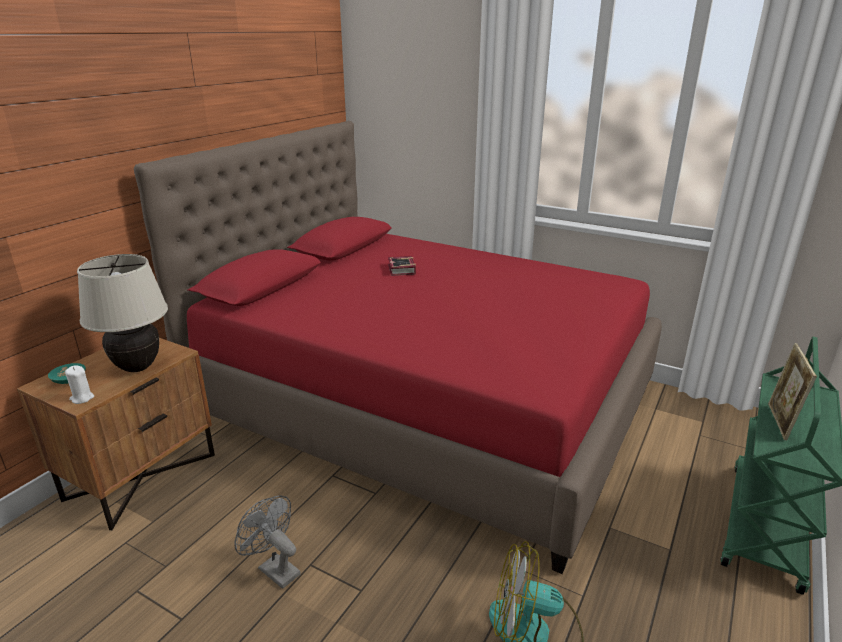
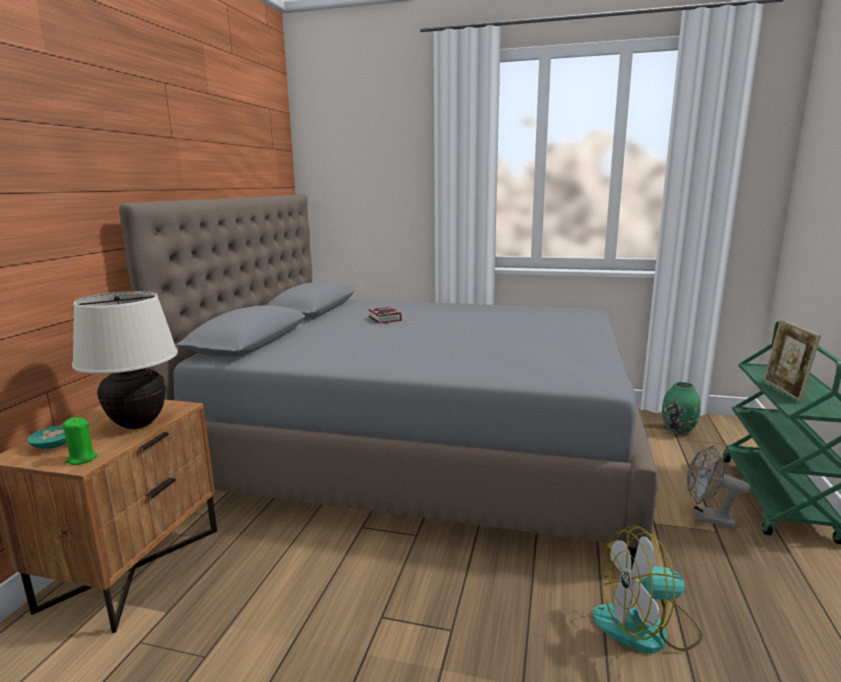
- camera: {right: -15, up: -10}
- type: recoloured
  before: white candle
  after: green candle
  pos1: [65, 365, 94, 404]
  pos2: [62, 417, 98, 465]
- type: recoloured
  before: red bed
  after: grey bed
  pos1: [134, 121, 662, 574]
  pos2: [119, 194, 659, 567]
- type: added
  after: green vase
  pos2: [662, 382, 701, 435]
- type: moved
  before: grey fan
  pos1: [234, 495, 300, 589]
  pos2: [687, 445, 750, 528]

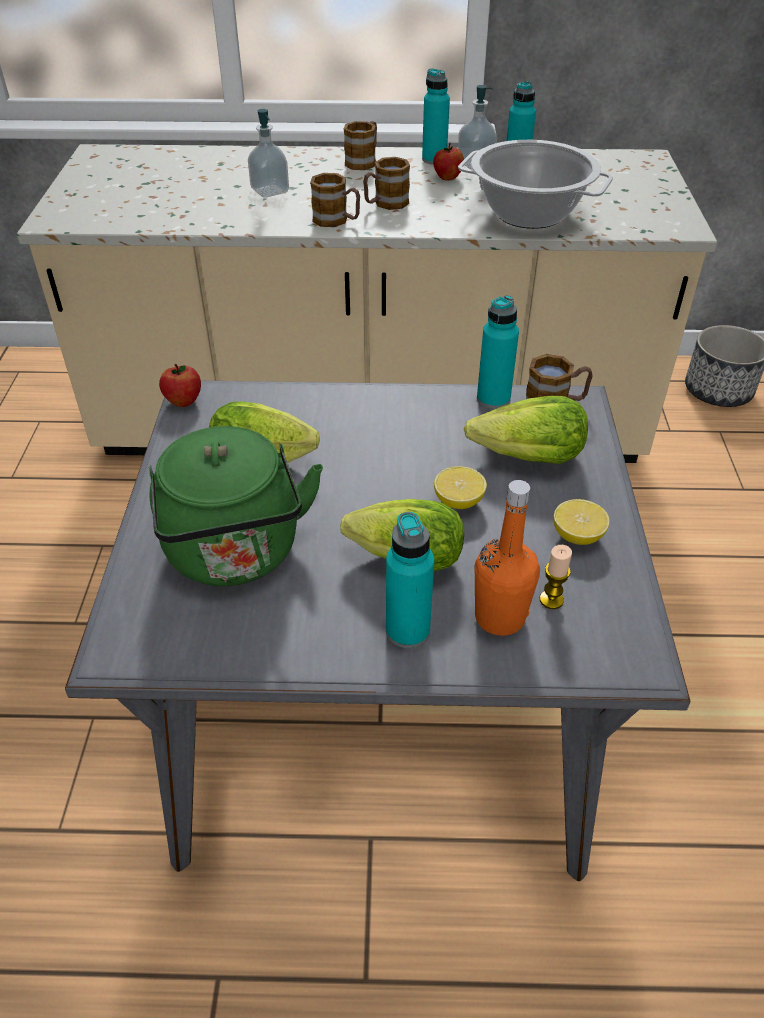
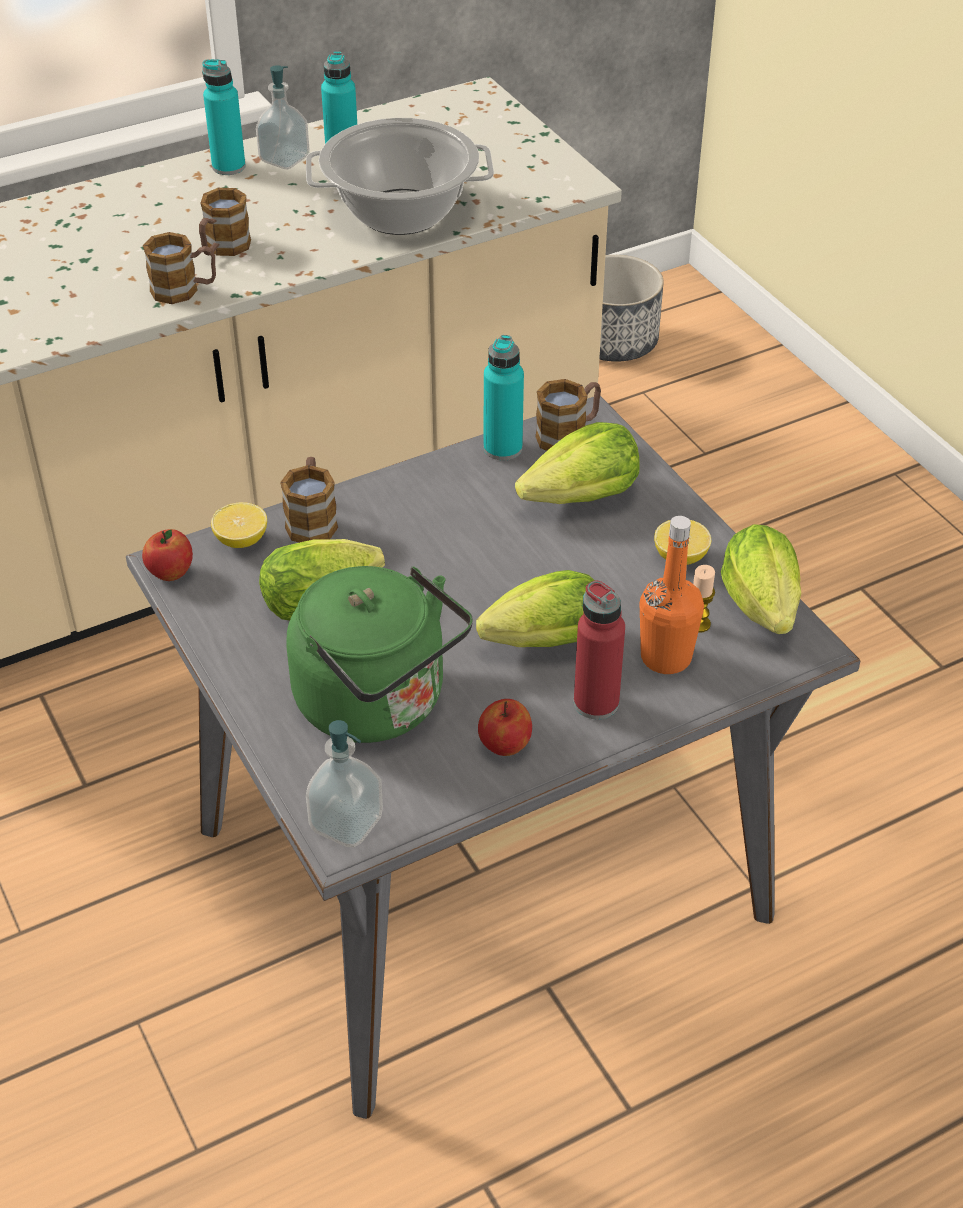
- camera: {right: -30, up: 0}
- type: moved
  before: lemon
  pos1: [434, 466, 487, 509]
  pos2: [211, 502, 267, 548]
- type: moved
  before: mug
  pos1: [344, 121, 377, 170]
  pos2: [280, 457, 338, 543]
- type: moved
  before: soap dispenser
  pos1: [248, 109, 289, 197]
  pos2: [306, 720, 383, 847]
- type: moved
  before: apple
  pos1: [433, 143, 464, 181]
  pos2: [478, 699, 532, 756]
- type: recoloured
  before: turquoise bottle
  after: red bottle
  pos1: [386, 512, 434, 648]
  pos2: [574, 580, 625, 720]
- type: added
  after: lettuce
  pos2: [721, 524, 802, 634]

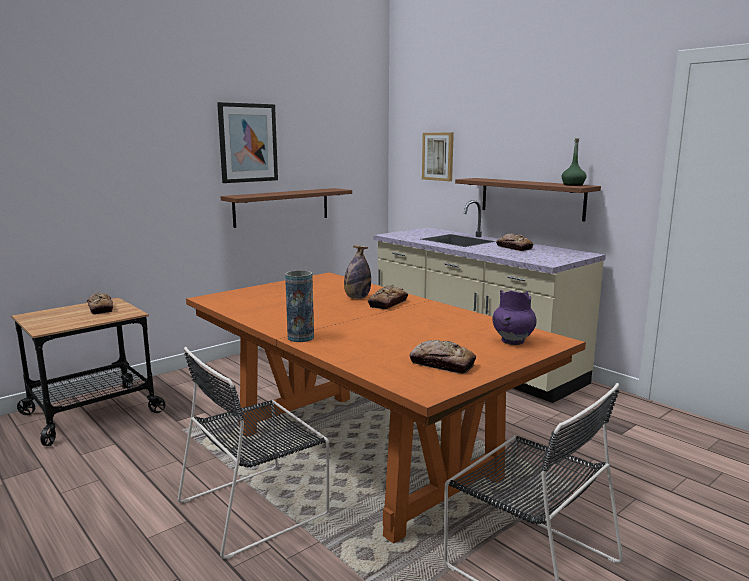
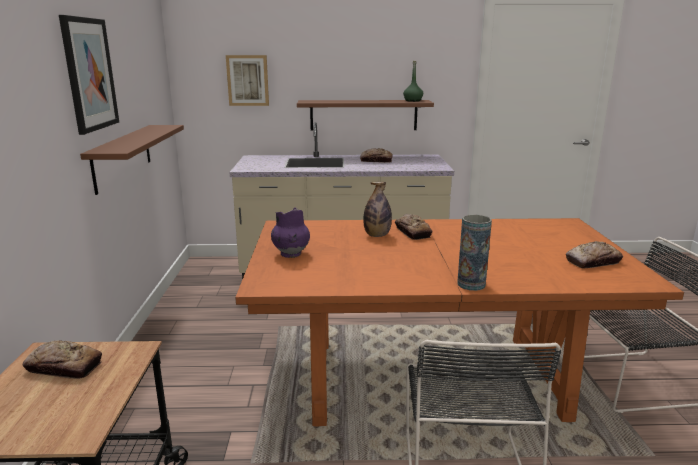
- camera: {right: -50, up: 5}
- type: moved
  before: purple vase
  pos1: [492, 290, 536, 345]
  pos2: [271, 208, 310, 258]

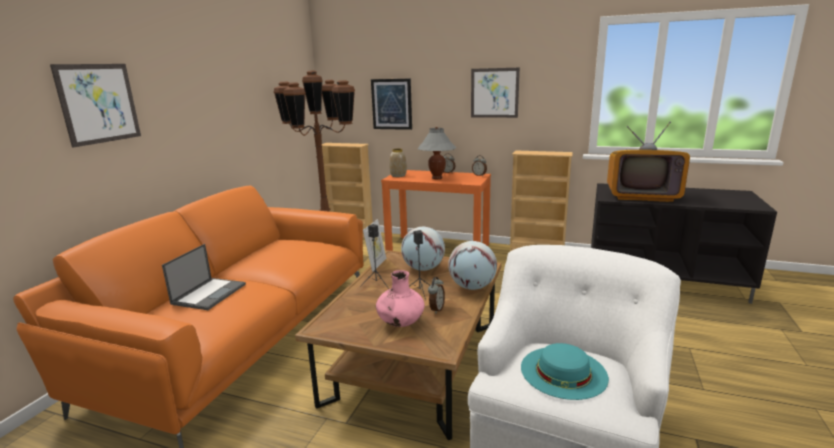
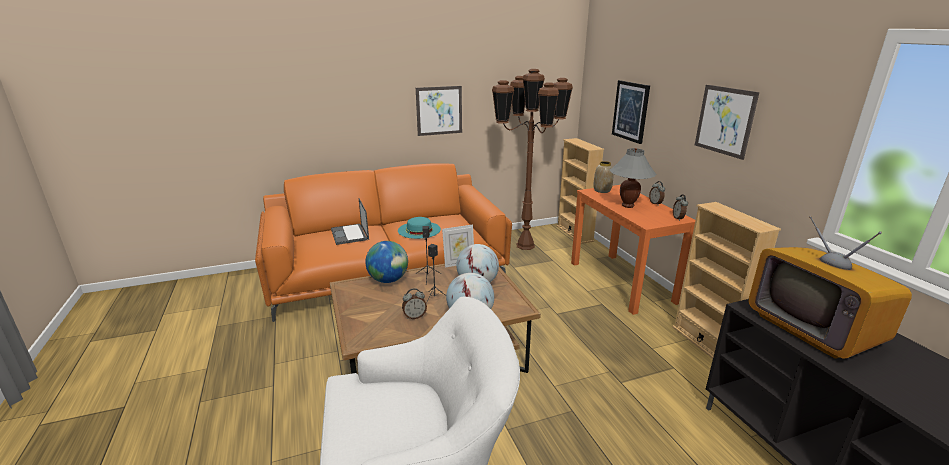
- camera: {right: 50, up: 5}
- type: turned
  before: laptop
  pos1: [162, 244, 246, 310]
  pos2: [331, 199, 369, 245]
  turn: 90
- type: added
  after: globe
  pos2: [365, 241, 408, 283]
- type: moved
  before: turquoise hat
  pos1: [521, 343, 609, 400]
  pos2: [398, 217, 441, 239]
- type: moved
  before: picture
  pos1: [50, 64, 141, 147]
  pos2: [416, 86, 462, 136]
- type: removed
  before: pink vase
  pos1: [376, 270, 425, 327]

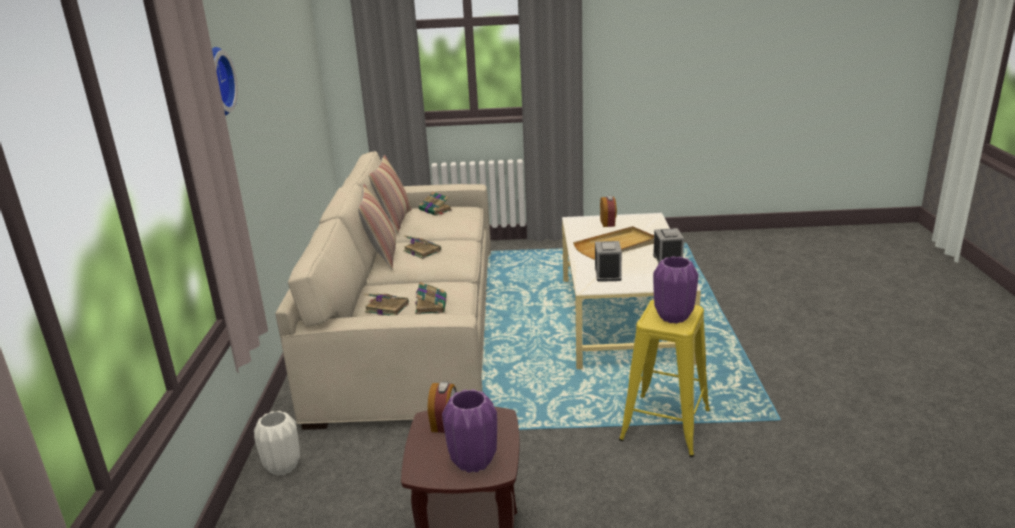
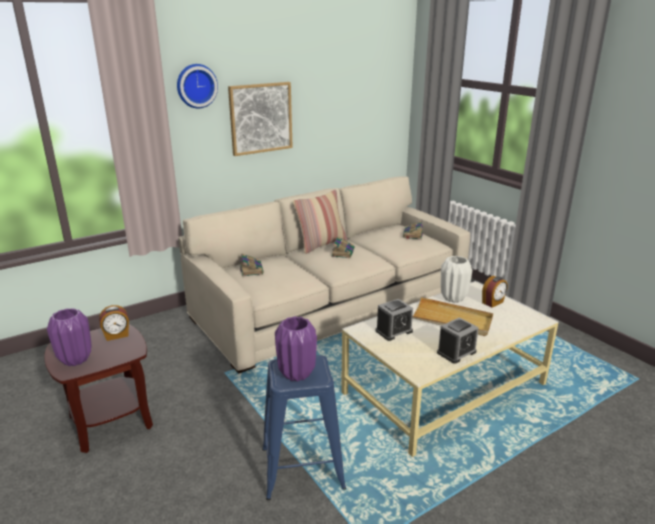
- camera: {right: 55, up: 0}
- type: added
  after: picture
  pos2: [228, 82, 293, 156]
- type: recoloured
  before: yellow stool
  after: blue stool
  pos1: [619, 300, 710, 457]
  pos2: [262, 355, 346, 500]
- type: moved
  before: white vase
  pos1: [254, 411, 300, 476]
  pos2: [441, 256, 472, 303]
- type: removed
  before: pillow
  pos1: [369, 155, 411, 233]
- type: removed
  before: book
  pos1: [415, 281, 447, 314]

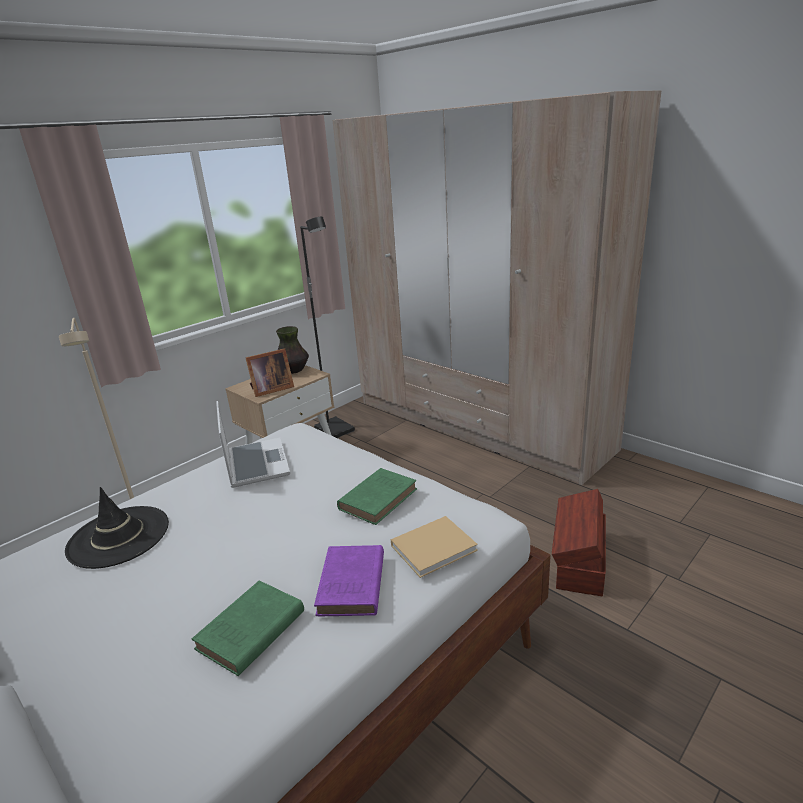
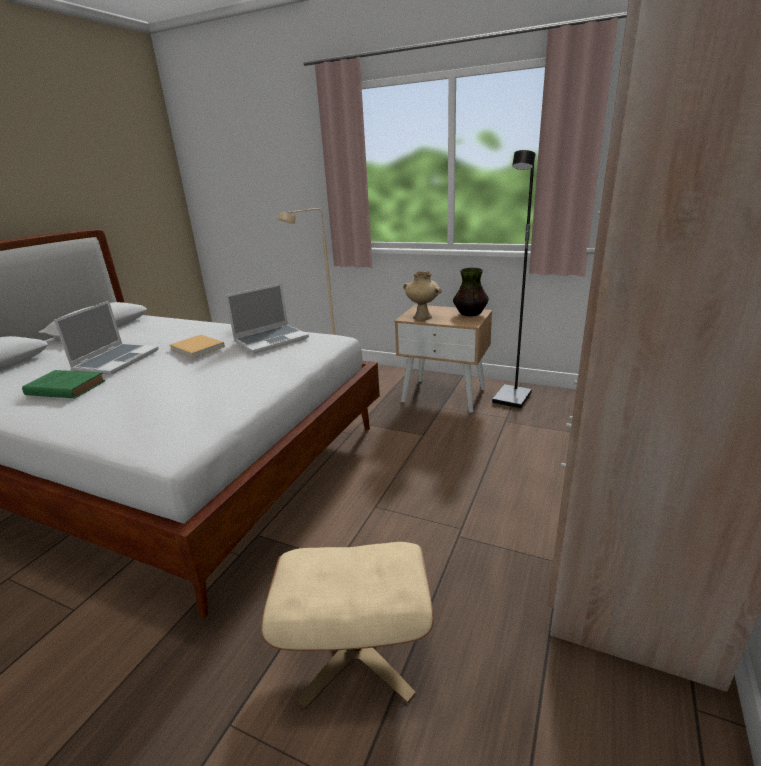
- camera: {right: 70, up: 0}
- type: added
  after: laptop
  pos2: [54, 301, 159, 375]
- type: moved
  before: beige book
  pos1: [391, 516, 478, 578]
  pos2: [170, 335, 225, 358]
- type: replaced
  before: brown storage box
  after: beige ottoman
  pos1: [552, 489, 606, 596]
  pos2: [261, 542, 434, 710]
- type: replaced
  before: picture frame
  after: beige vase
  pos1: [246, 348, 294, 397]
  pos2: [403, 271, 442, 320]
- type: removed
  before: black hat
  pos1: [65, 487, 169, 569]
- type: removed
  before: purple book
  pos1: [314, 545, 384, 616]
- type: removed
  before: green book
  pos1: [337, 468, 417, 525]

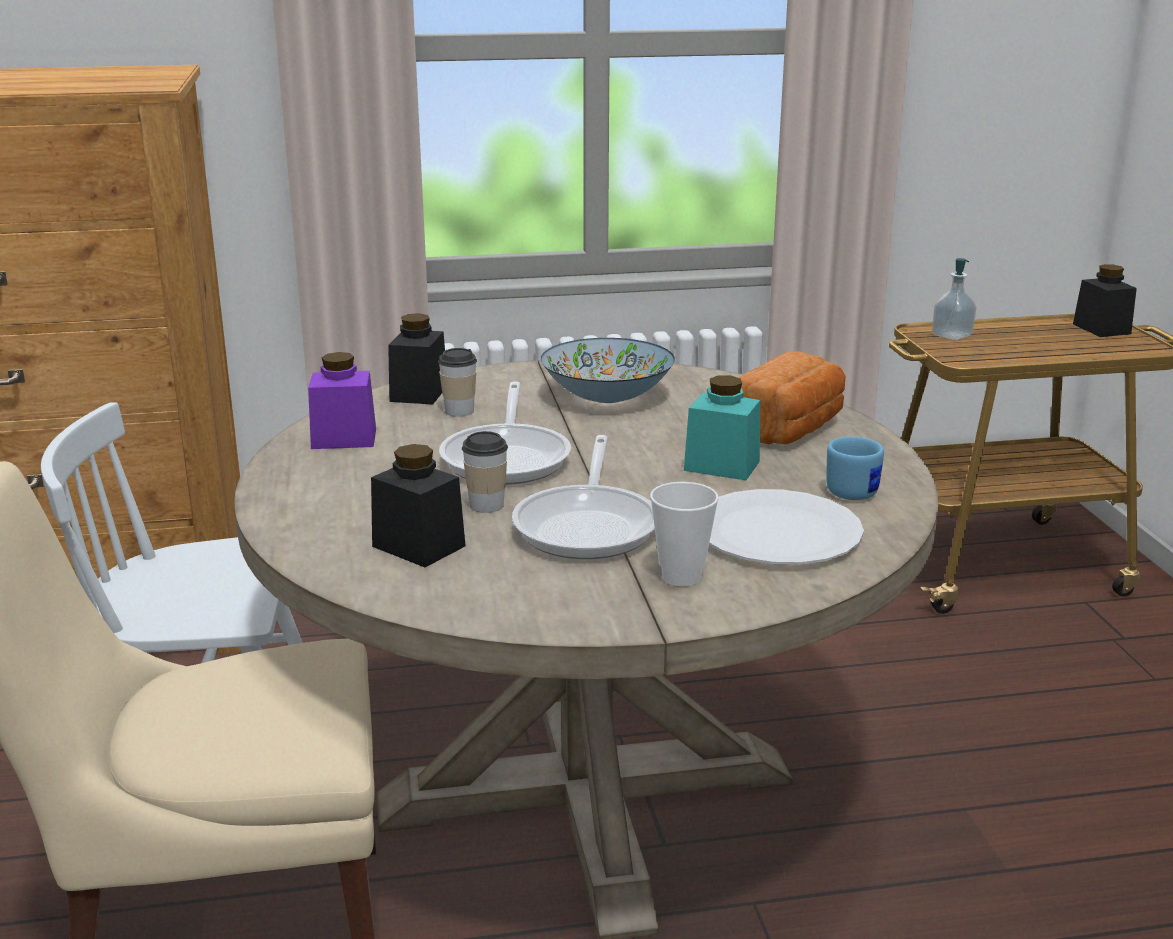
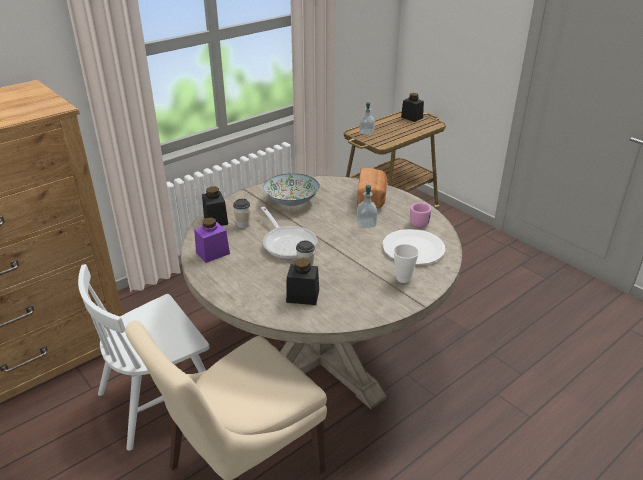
- camera: {right: -30, up: 10}
- type: replaced
  before: turquoise jar
  after: soap dispenser
  pos1: [684, 376, 760, 480]
  pos2: [357, 185, 377, 228]
- type: recoloured
  before: blue mug
  after: pink mug
  pos1: [826, 437, 884, 500]
  pos2: [410, 203, 431, 227]
- type: removed
  before: frying pan
  pos1: [512, 435, 655, 559]

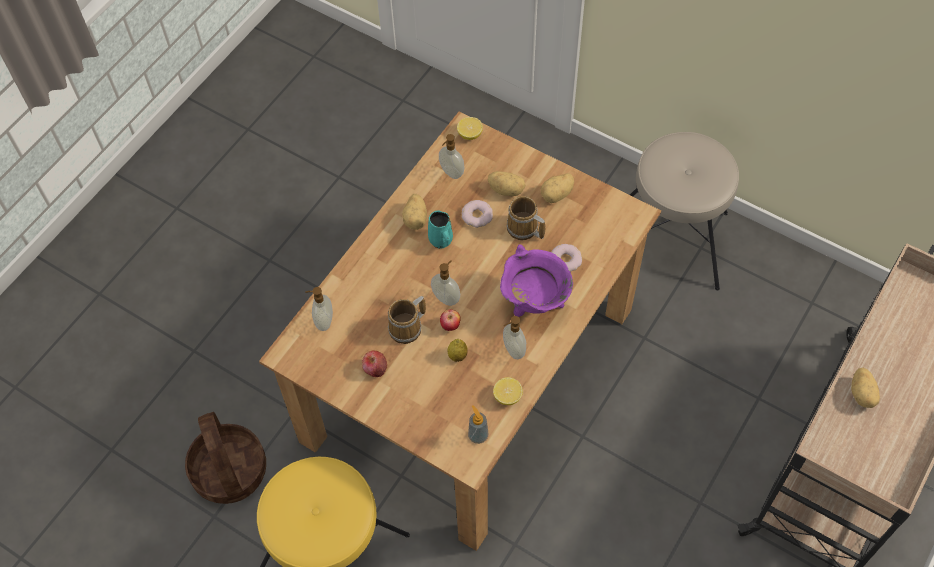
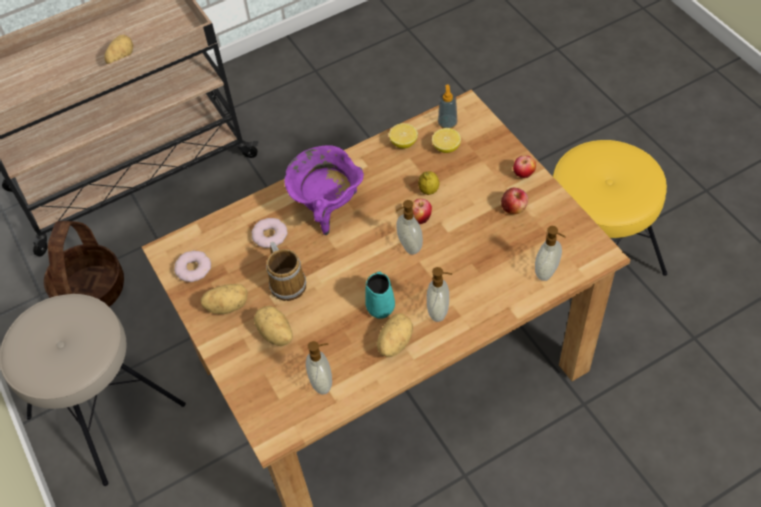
- camera: {right: -150, up: -5}
- type: moved
  before: basket
  pos1: [185, 412, 266, 504]
  pos2: [44, 221, 124, 307]
- type: moved
  before: donut
  pos1: [462, 200, 493, 228]
  pos2: [174, 250, 211, 282]
- type: moved
  before: soap dispenser
  pos1: [503, 316, 526, 359]
  pos2: [427, 267, 452, 322]
- type: moved
  before: lemon
  pos1: [457, 117, 483, 140]
  pos2: [432, 128, 461, 153]
- type: added
  after: apple
  pos2: [513, 155, 536, 178]
- type: removed
  before: mug
  pos1: [388, 296, 426, 344]

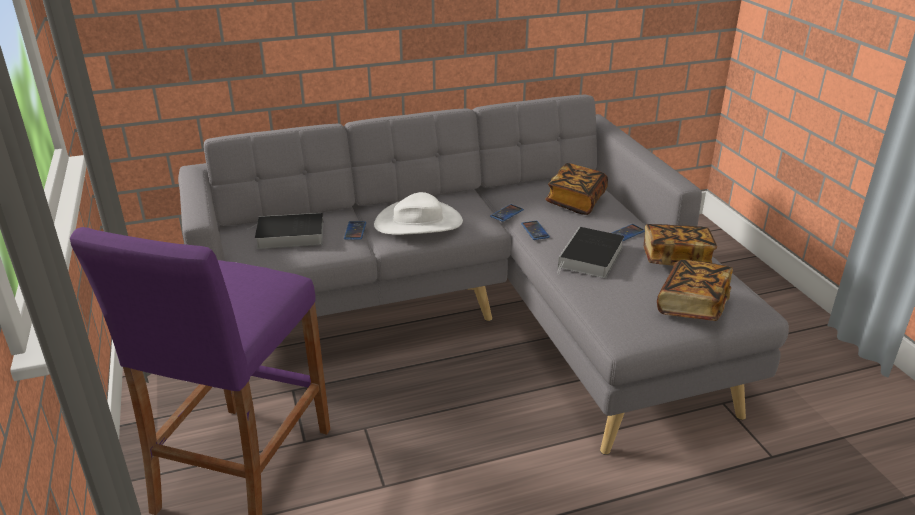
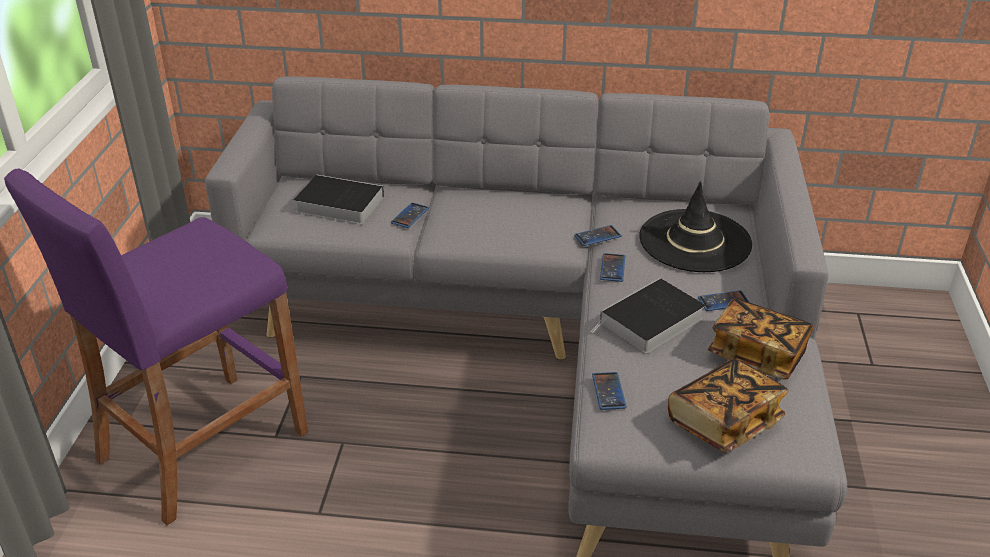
- camera: {right: 25, up: 5}
- type: added
  after: phone
  pos2: [592, 372, 627, 410]
- type: replaced
  before: book
  after: black hat
  pos1: [546, 163, 608, 215]
  pos2: [639, 181, 752, 272]
- type: removed
  before: white hat
  pos1: [374, 192, 463, 235]

